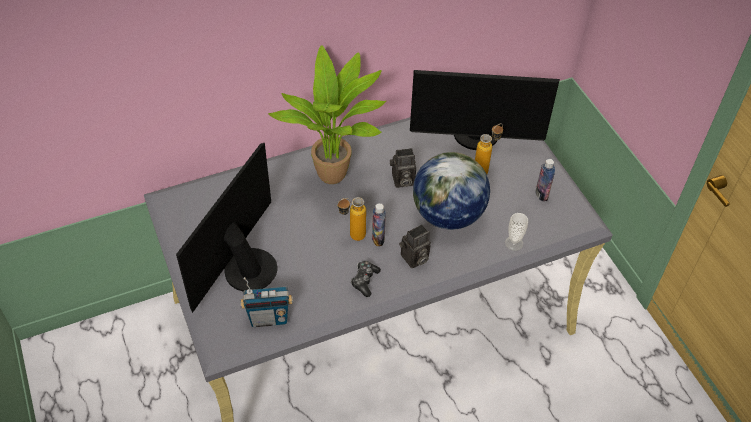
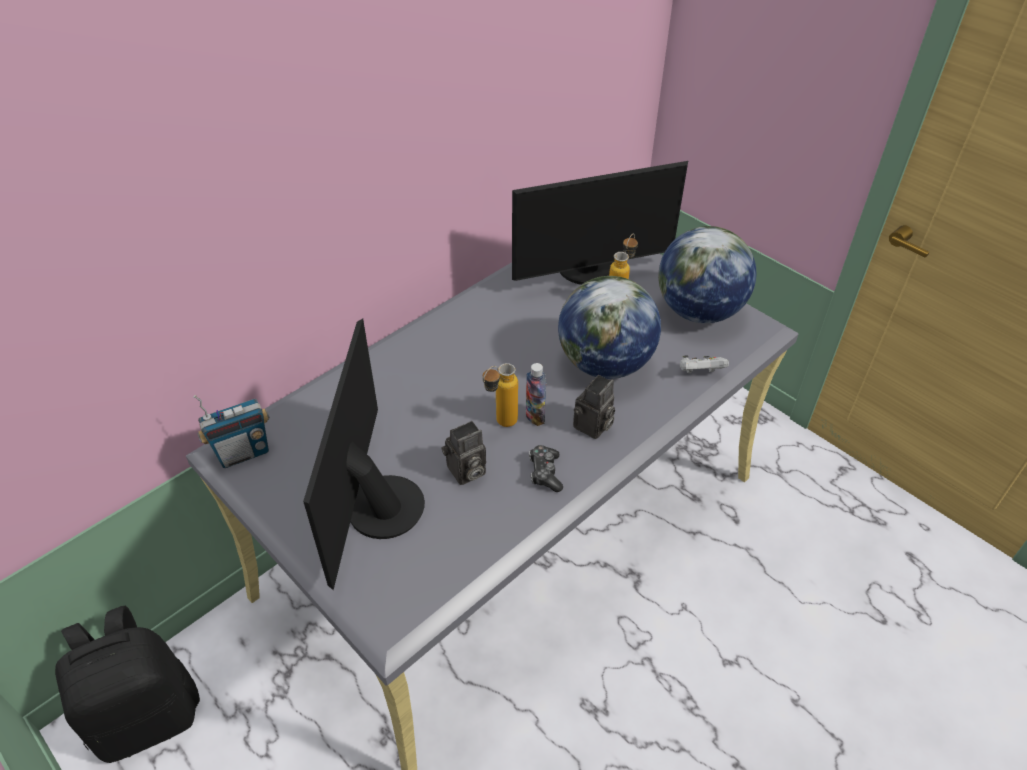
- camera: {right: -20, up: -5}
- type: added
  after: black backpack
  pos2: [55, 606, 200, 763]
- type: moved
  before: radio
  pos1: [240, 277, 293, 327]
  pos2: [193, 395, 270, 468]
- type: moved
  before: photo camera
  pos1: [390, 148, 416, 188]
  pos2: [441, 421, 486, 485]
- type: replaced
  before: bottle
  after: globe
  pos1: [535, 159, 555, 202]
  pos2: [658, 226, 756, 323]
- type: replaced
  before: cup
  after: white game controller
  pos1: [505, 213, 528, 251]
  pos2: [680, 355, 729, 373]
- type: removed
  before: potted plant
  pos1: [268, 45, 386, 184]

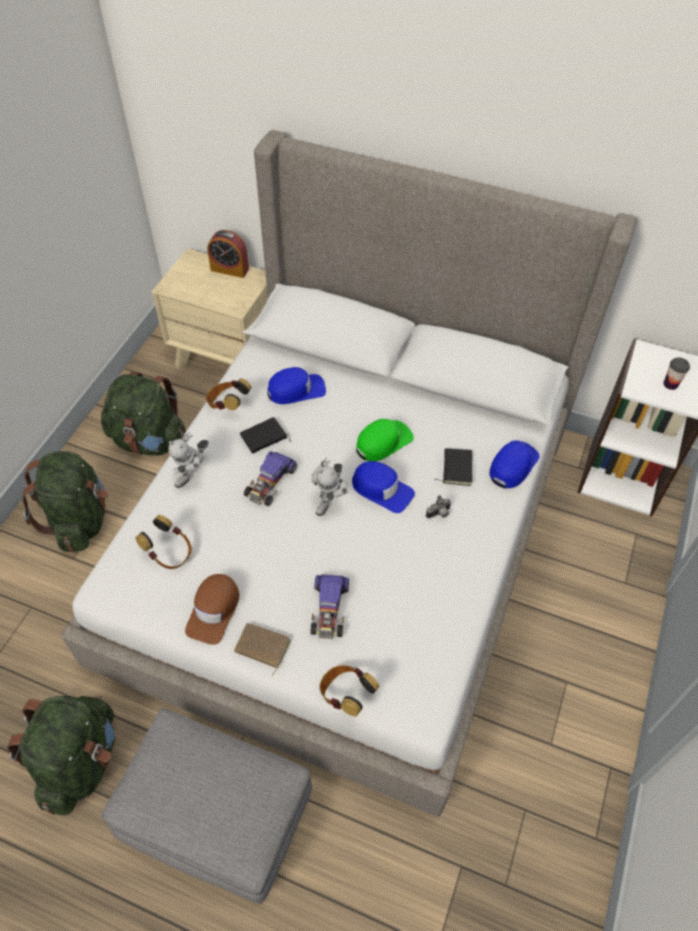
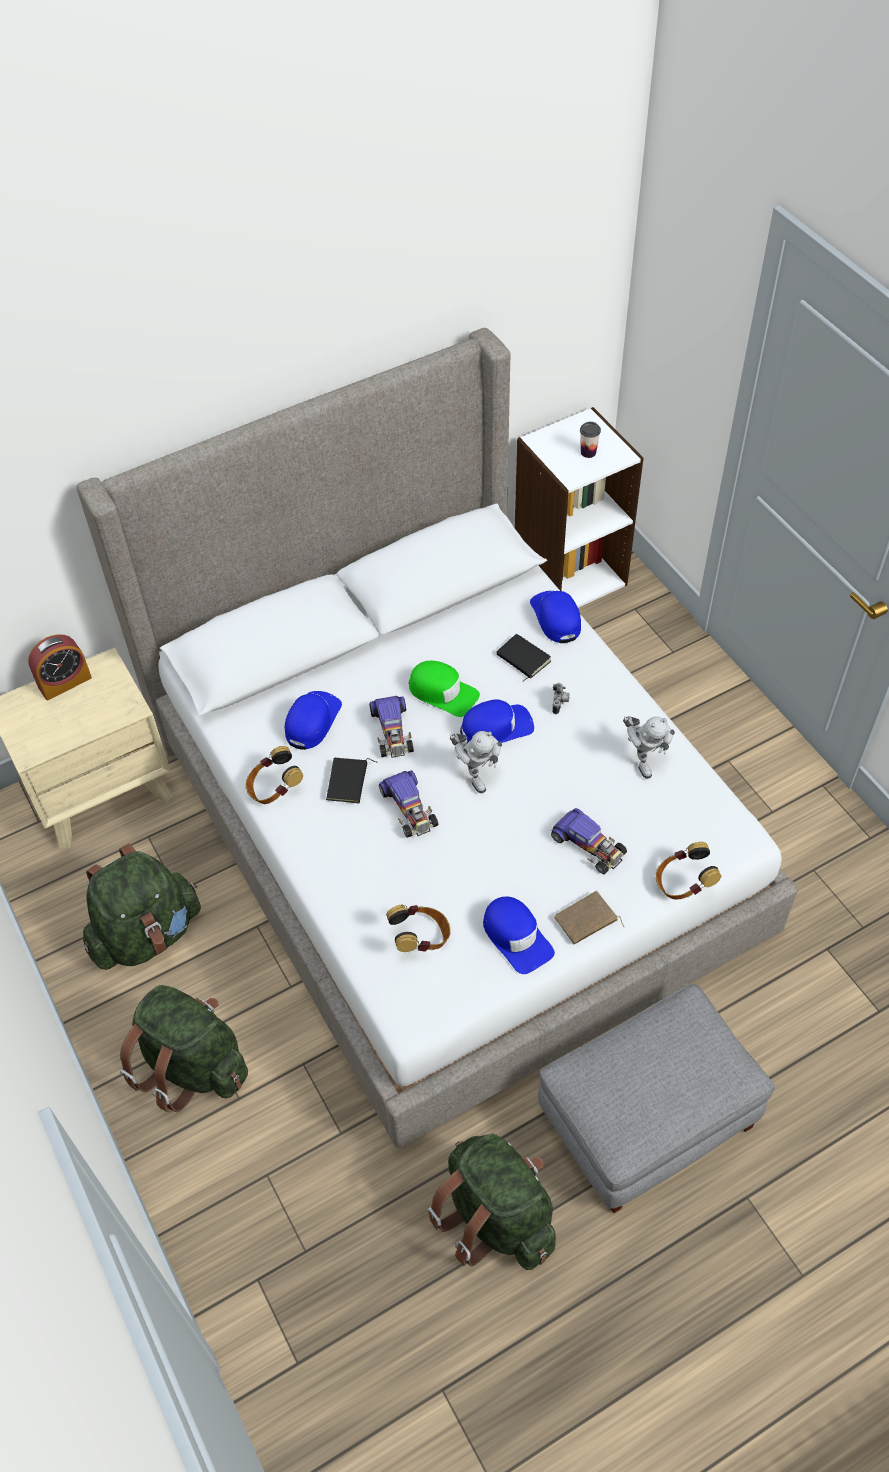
- camera: {right: -50, up: 0}
- type: added
  after: toy car
  pos2: [369, 696, 414, 758]
- type: turned
  before: green cap
  pos1: [356, 419, 414, 461]
  pos2: [409, 661, 480, 717]
  turn: 120
- type: recoloured
  before: brown cap
  after: blue cap
  pos1: [185, 574, 239, 645]
  pos2: [483, 896, 555, 974]
- type: moved
  before: toy robot
  pos1: [168, 432, 209, 488]
  pos2: [623, 716, 675, 779]

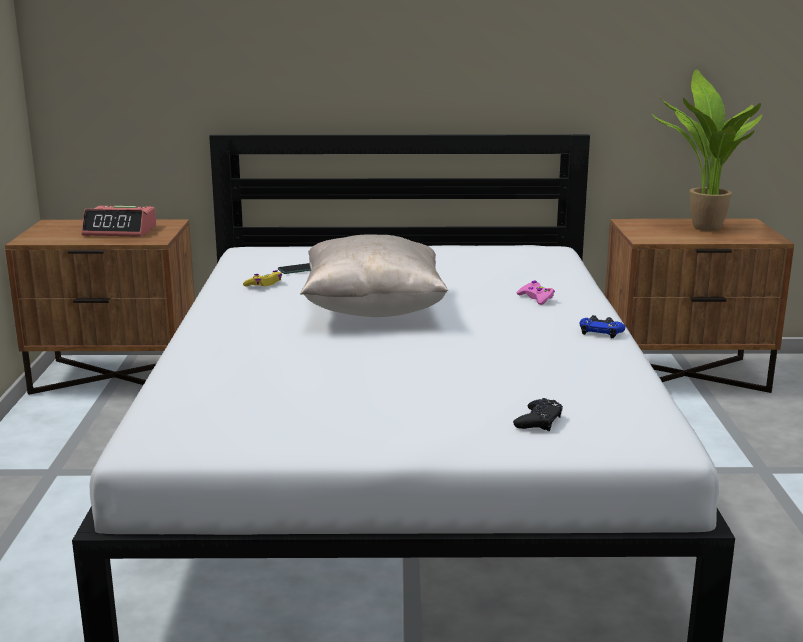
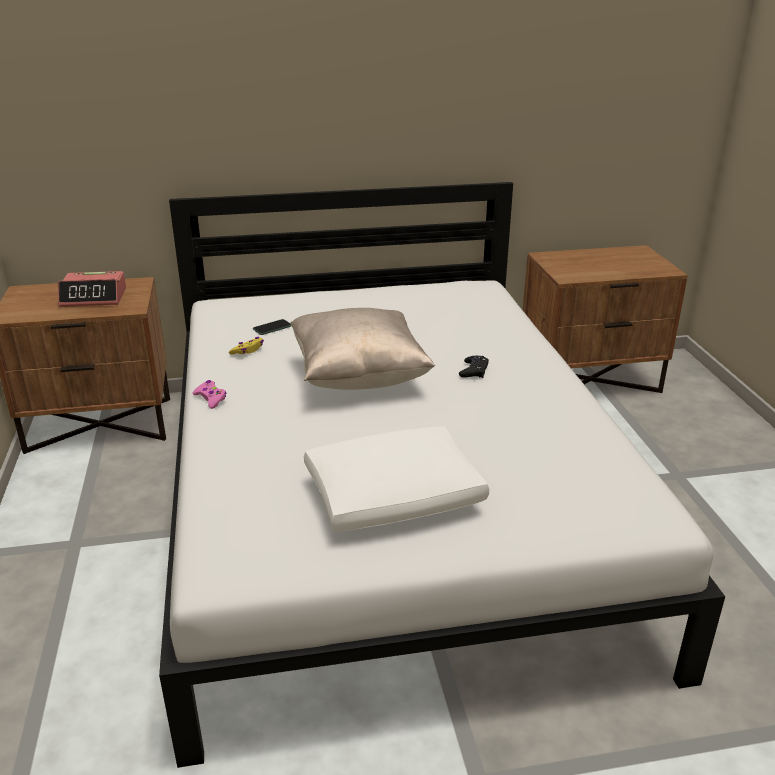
- camera: {right: -10, up: 10}
- type: moved
  before: pink game controller
  pos1: [516, 281, 555, 305]
  pos2: [192, 380, 226, 409]
- type: added
  after: white pillow
  pos2: [304, 426, 489, 531]
- type: moved
  before: black game controller
  pos1: [513, 398, 563, 431]
  pos2: [459, 355, 489, 378]
- type: removed
  before: blue game controller
  pos1: [580, 315, 626, 338]
- type: removed
  before: potted plant
  pos1: [651, 69, 762, 231]

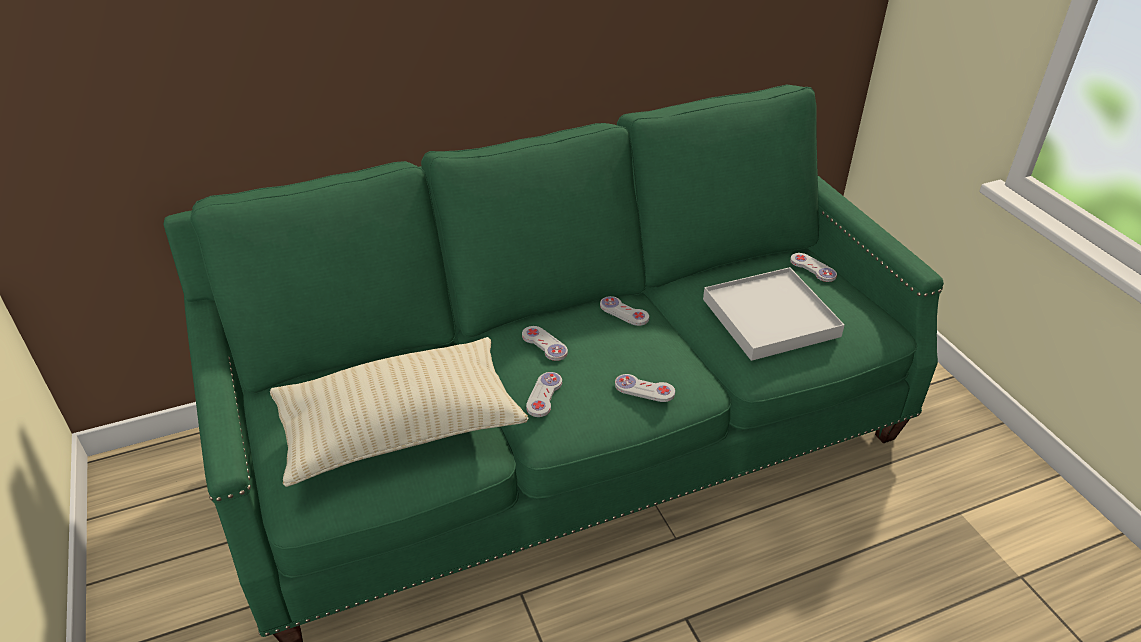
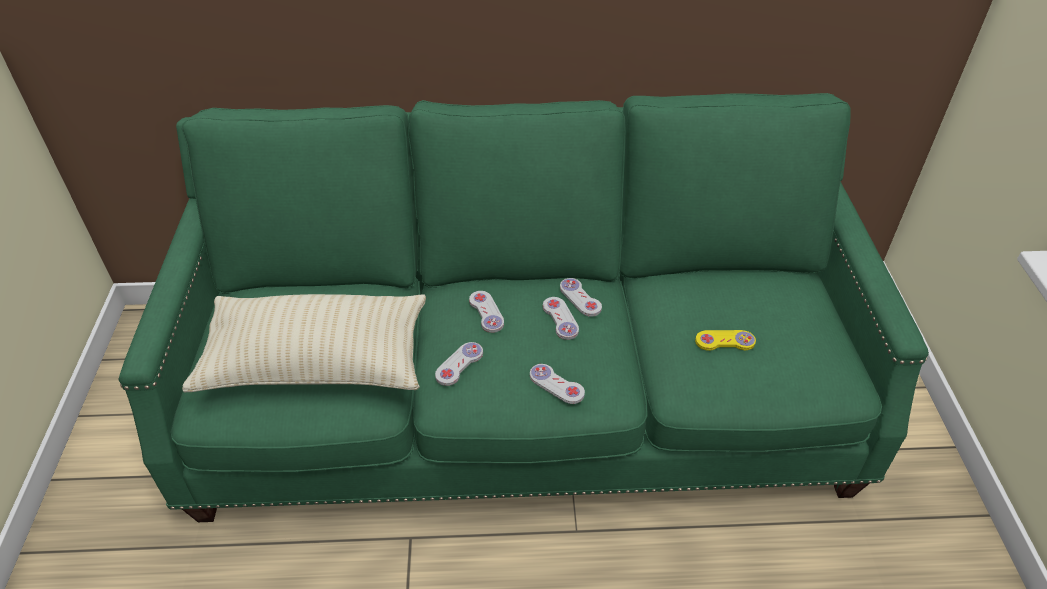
- camera: {right: 20, up: 5}
- type: moved
  before: white game controller
  pos1: [790, 253, 837, 282]
  pos2: [543, 297, 579, 340]
- type: replaced
  before: white tray
  after: yellow game controller
  pos1: [703, 267, 845, 361]
  pos2: [695, 330, 756, 351]

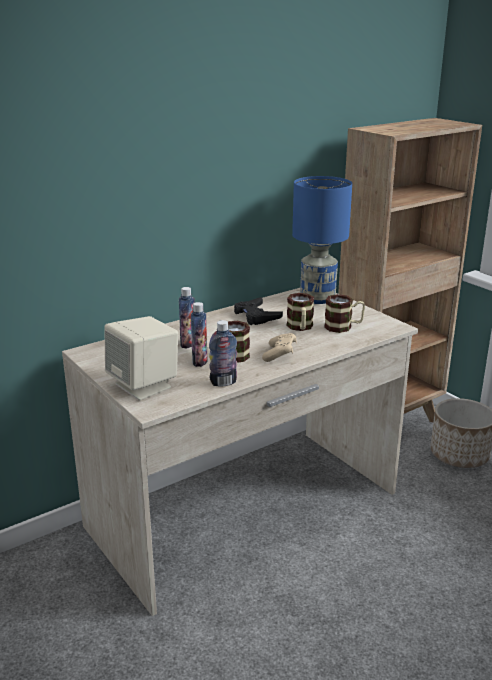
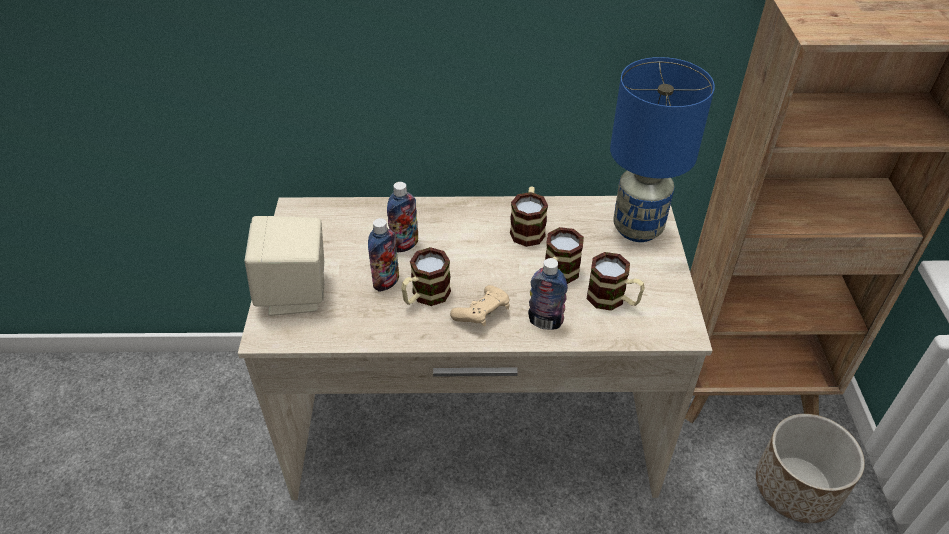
- camera: {right: 35, up: 20}
- type: replaced
  before: black game controller
  after: mug
  pos1: [234, 297, 283, 325]
  pos2: [510, 187, 548, 247]
- type: moved
  before: bottle
  pos1: [209, 320, 237, 387]
  pos2: [528, 258, 568, 330]

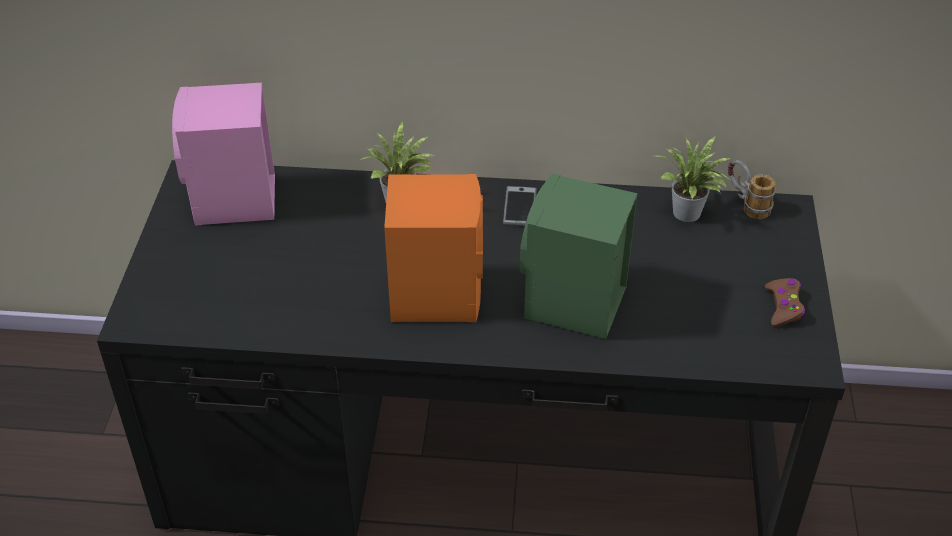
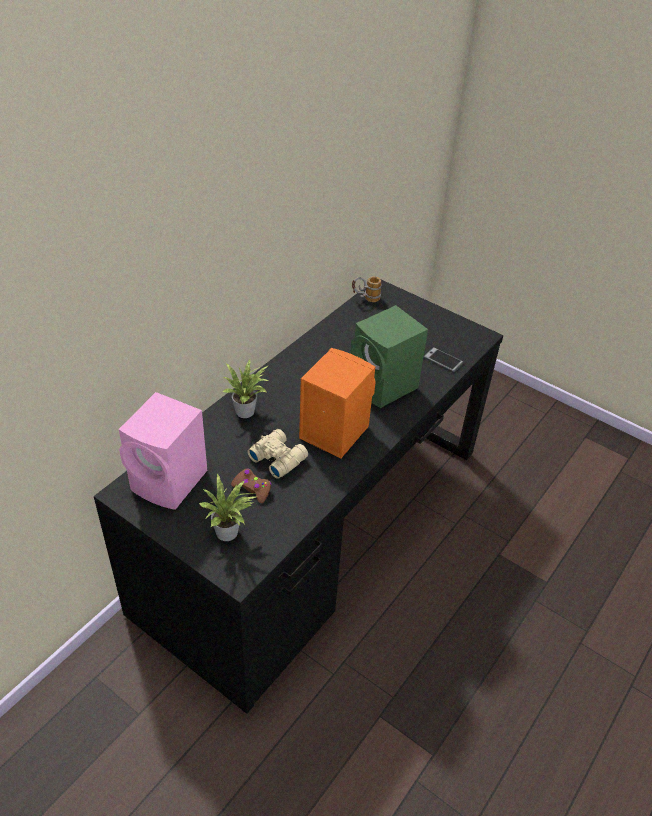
- camera: {right: -60, up: 0}
- type: moved
  before: potted plant
  pos1: [655, 136, 732, 222]
  pos2: [199, 473, 256, 541]
- type: moved
  before: brown game controller
  pos1: [765, 278, 805, 327]
  pos2: [231, 469, 272, 503]
- type: added
  after: beige binoculars
  pos2: [247, 429, 308, 479]
- type: moved
  before: phone
  pos1: [503, 186, 537, 226]
  pos2: [424, 347, 464, 372]

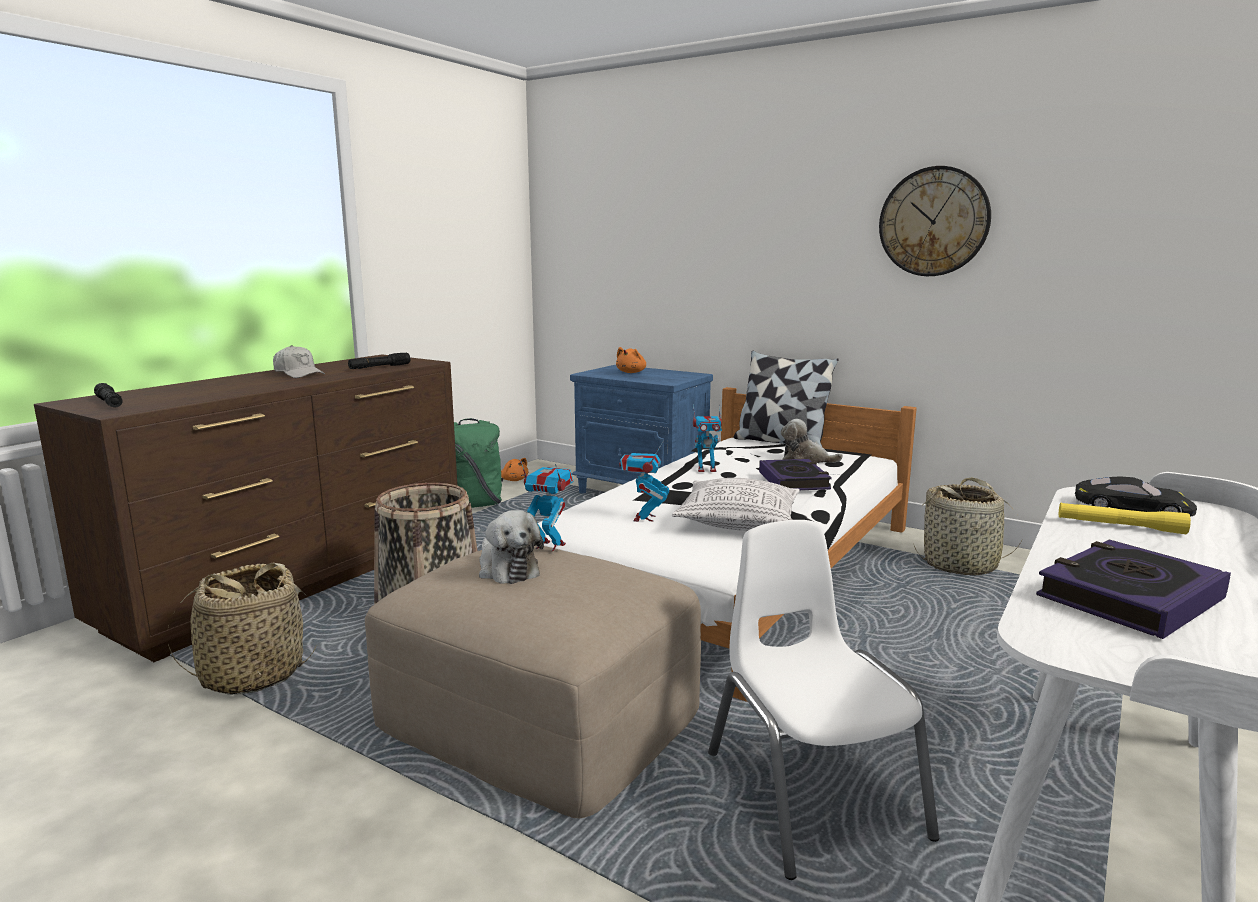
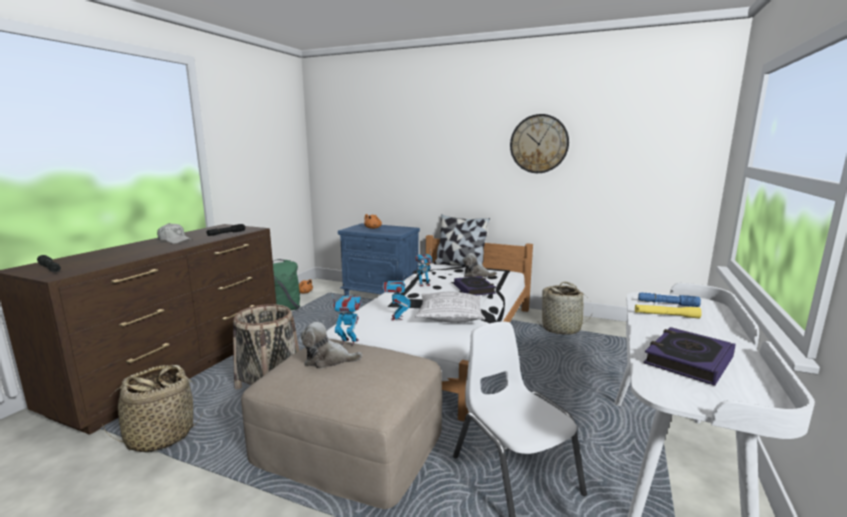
- camera: {right: -10, up: 0}
- type: turned
  before: plush toy
  pos1: [479, 510, 544, 584]
  pos2: [301, 322, 362, 369]
  turn: 135
- type: replaced
  before: black toy car
  after: blue flashlight
  pos1: [1075, 476, 1197, 517]
  pos2: [638, 292, 701, 307]

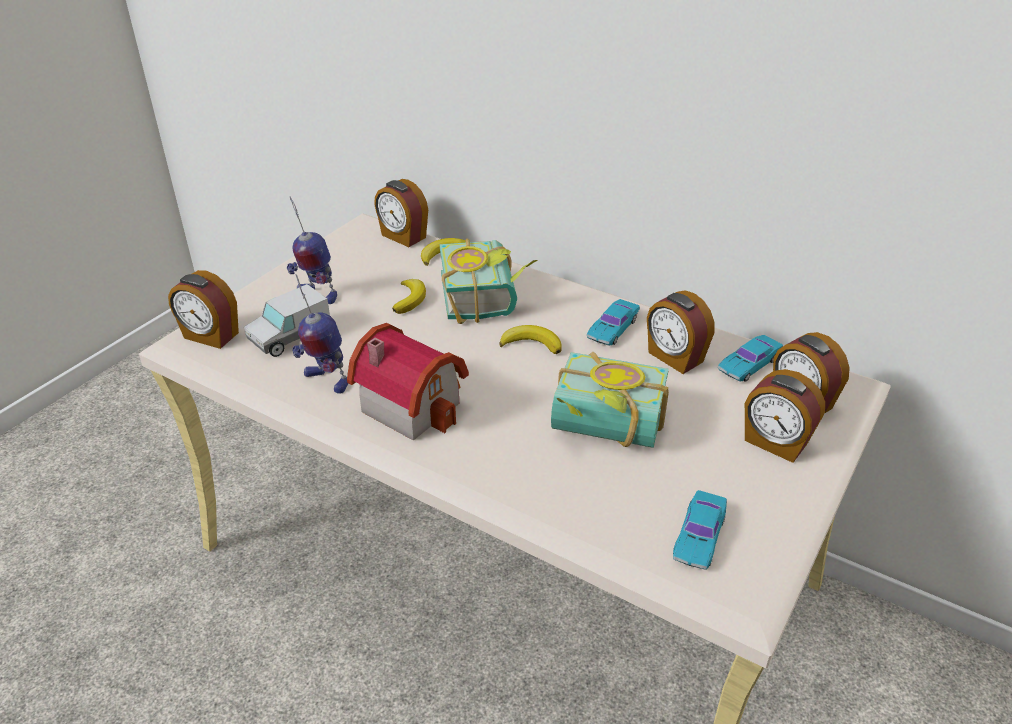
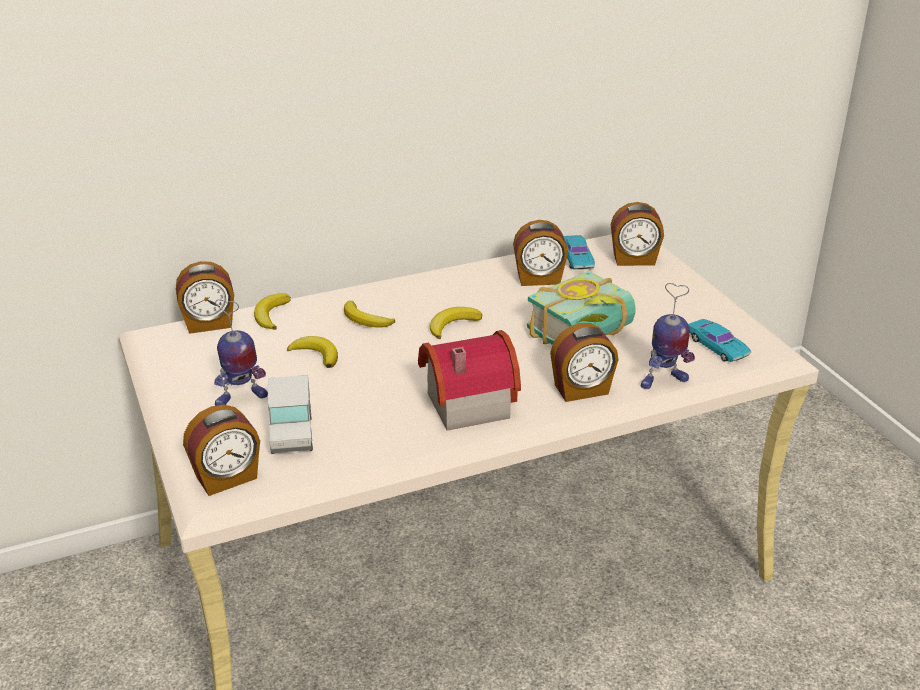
- camera: {right: -55, up: -5}
- type: replaced
  before: book
  after: banana
  pos1: [440, 239, 537, 324]
  pos2: [344, 301, 395, 328]
- type: moved
  before: alarm clock
  pos1: [745, 369, 825, 463]
  pos2: [550, 323, 618, 402]
- type: moved
  before: toy robot
  pos1: [292, 274, 348, 394]
  pos2: [641, 283, 695, 389]
- type: removed
  before: turquoise toy car
  pos1: [587, 299, 640, 346]

